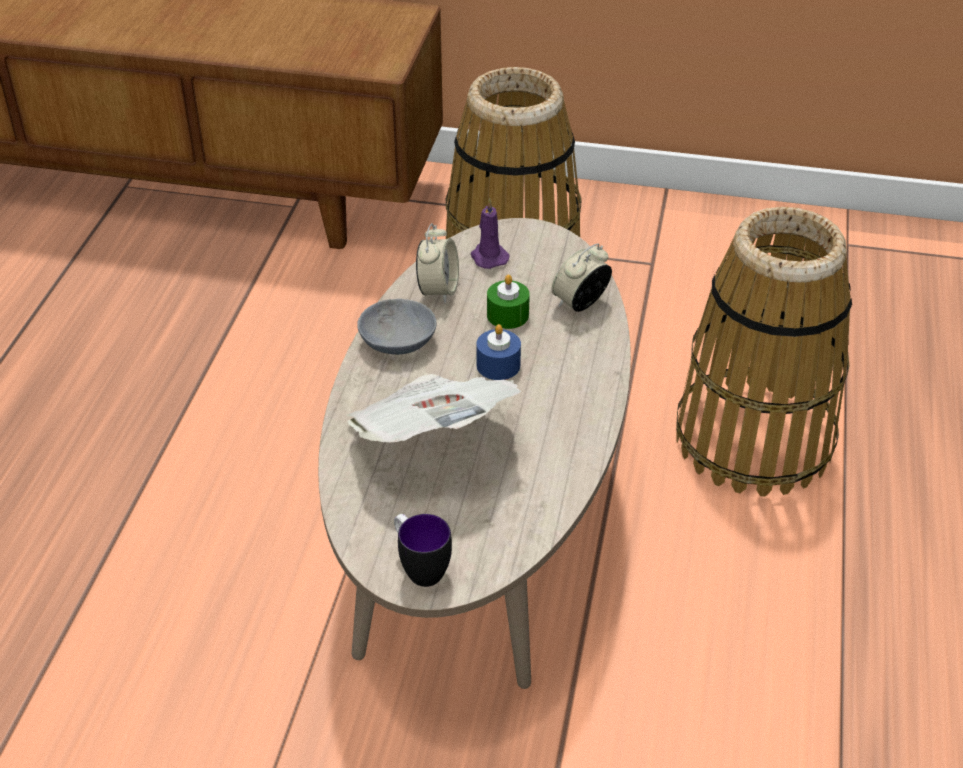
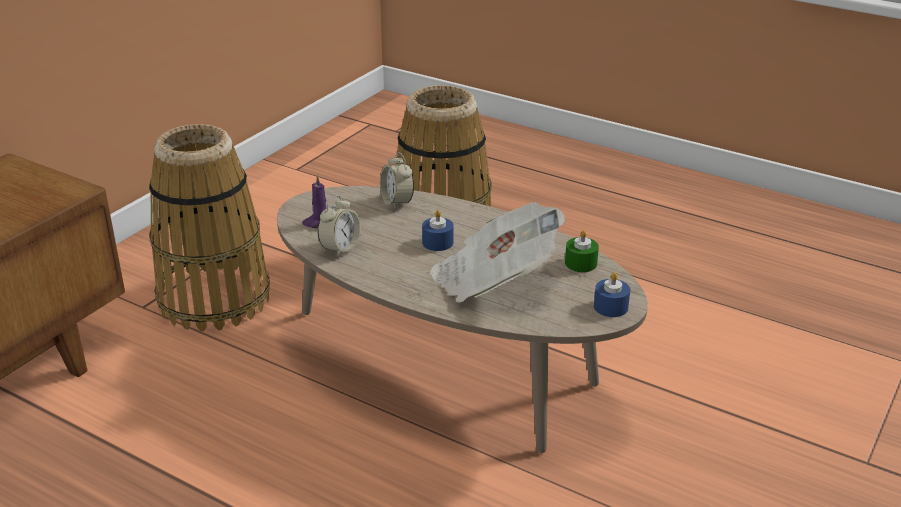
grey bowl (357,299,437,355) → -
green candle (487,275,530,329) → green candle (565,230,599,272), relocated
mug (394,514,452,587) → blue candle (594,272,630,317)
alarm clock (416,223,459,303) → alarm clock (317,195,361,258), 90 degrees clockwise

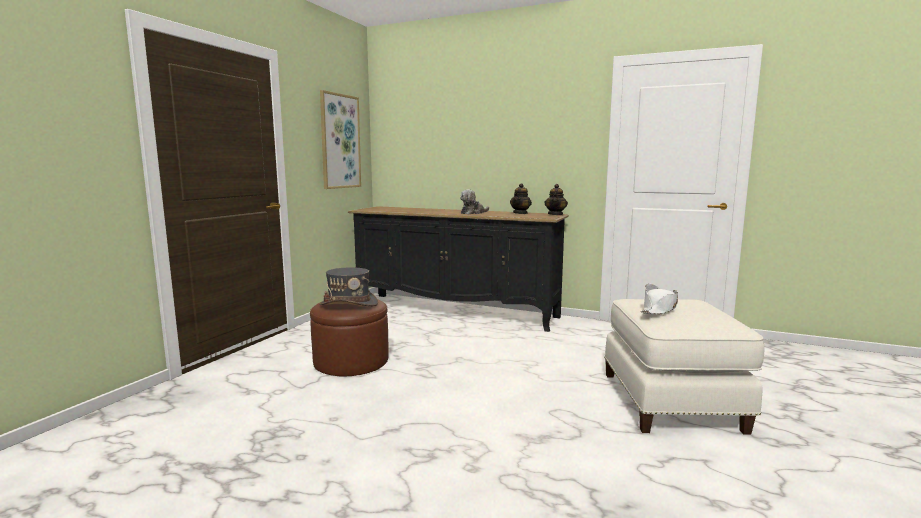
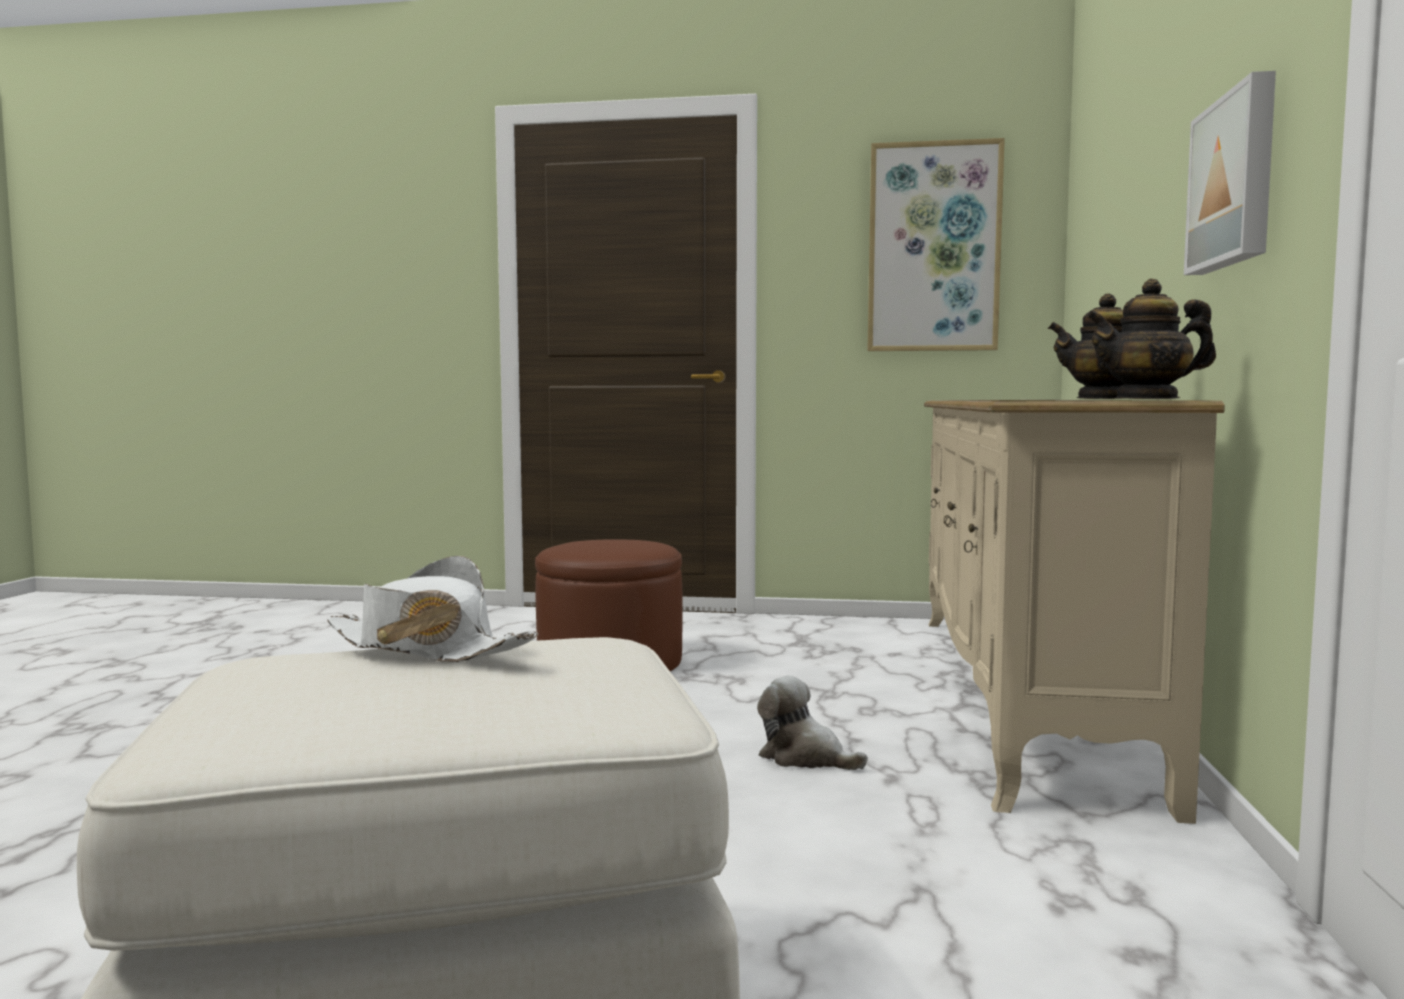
grey hat (319,267,378,306) → -
- → picture (1184,71,1276,275)
plush toy (460,189,489,214) → plush toy (757,676,868,770), relocated
black cabinet (348,206,569,332) → beige cabinet (924,400,1225,824)

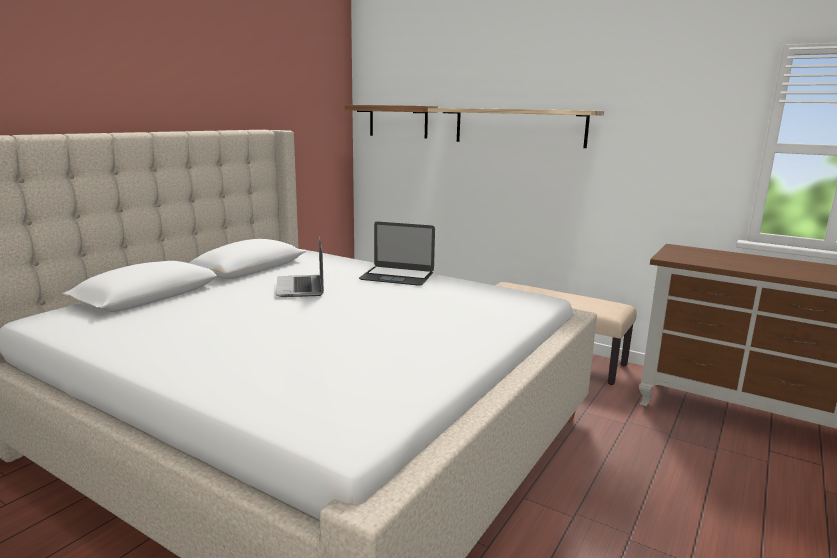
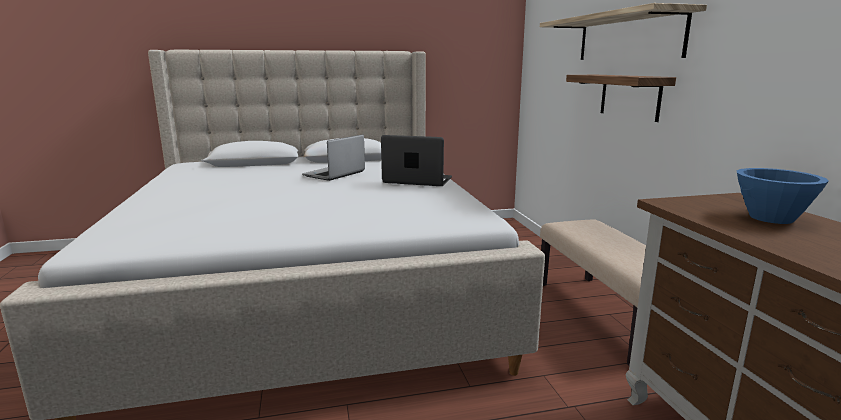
- → blue bowl (736,168,829,224)
shelf (345,105,438,139) → shelf (566,75,676,122), relocated
laptop (359,222,435,286) → laptop (381,135,452,186), 135 degrees clockwise

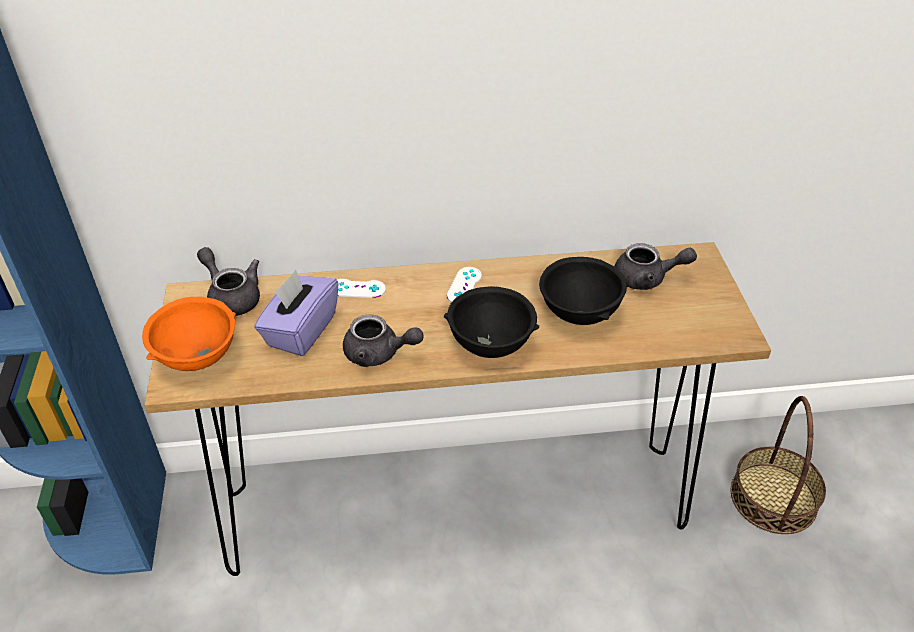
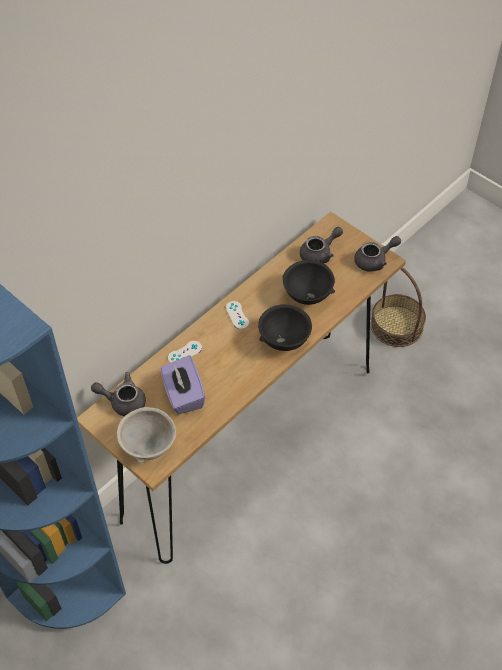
grey teapot (343,314,423,367) → grey teapot (354,236,401,272), relocated
orange bowl (142,297,236,371) → grey bowl (117,407,176,463)

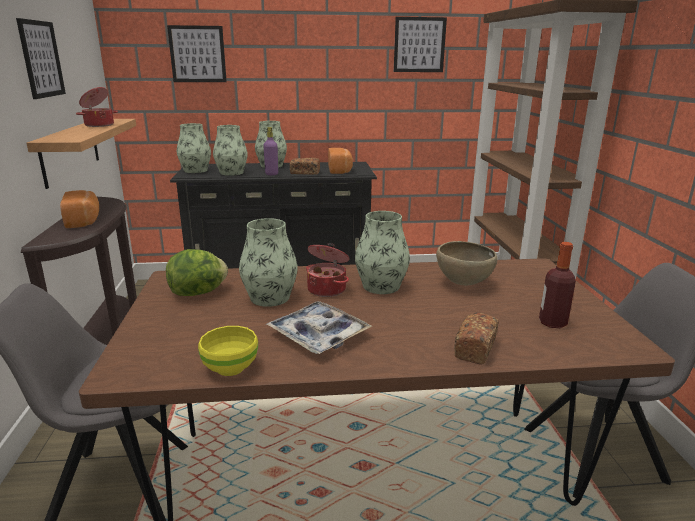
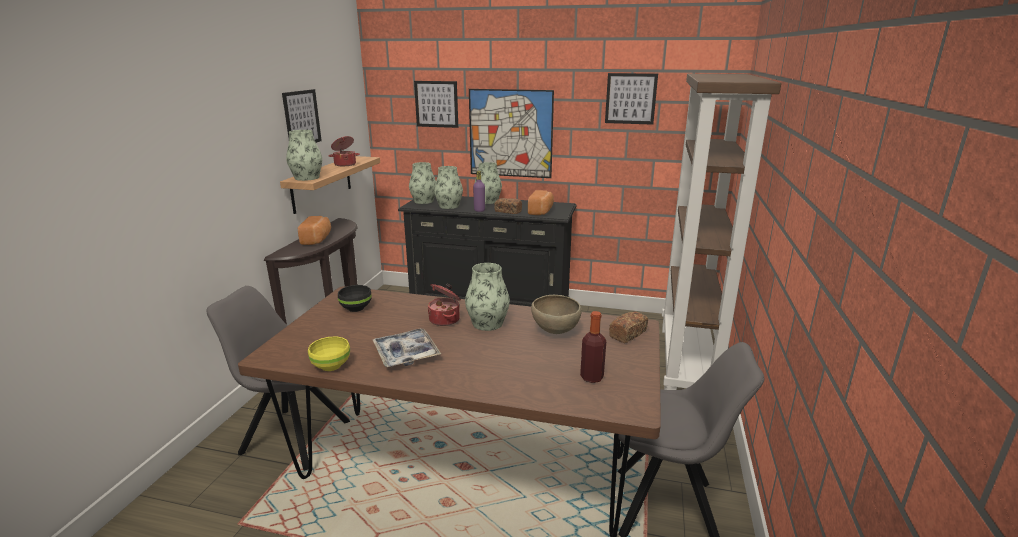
- → picture (469,89,554,178)
vase (239,218,298,307) → vase (286,130,322,181), relocated
bread (454,312,499,364) → bread (609,311,648,343), relocated
lettuce (166,249,228,296) → black bowl (338,285,372,312)

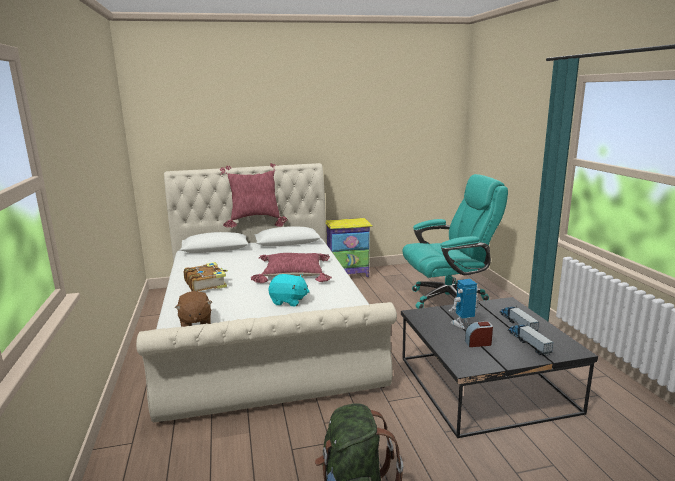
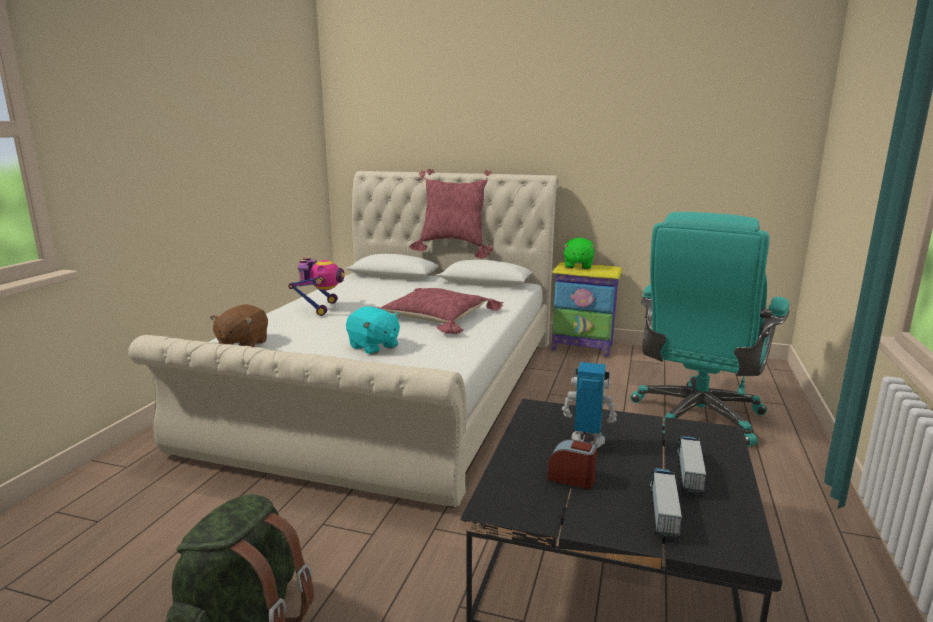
- → green plush toy (562,237,596,269)
book (184,262,228,291) → toy robot (288,257,345,316)
turquoise office chair (402,174,508,309) → turquoise office chair (630,212,789,447), 105 degrees clockwise

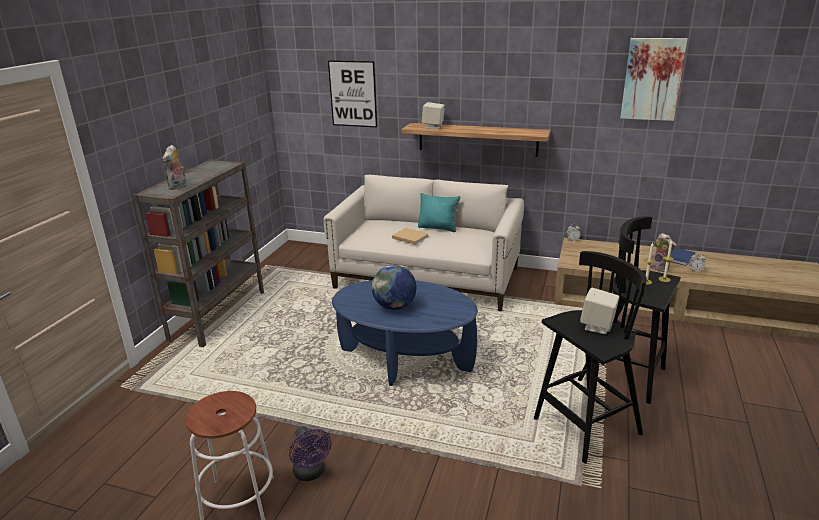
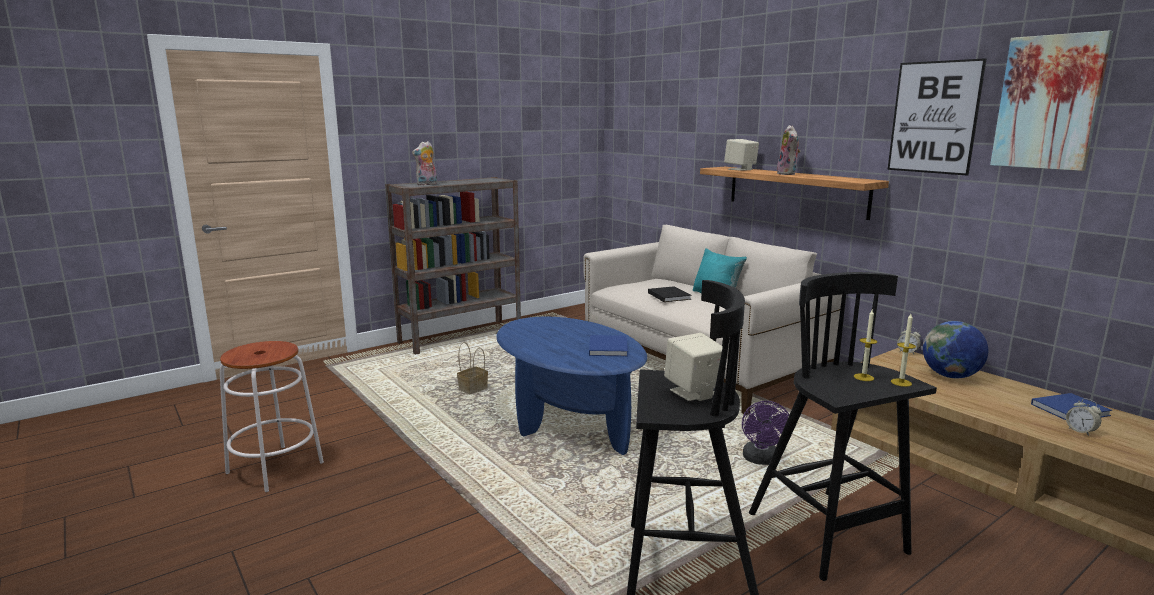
- → basket (457,342,488,394)
- → blue book (589,335,628,356)
purple fan (289,426,331,481) → purple fan (742,401,789,465), relocated
picture (328,60,377,127) → picture (887,58,986,176), relocated
globe (372,265,416,310) → globe (923,321,988,378), relocated
plush toy (650,233,677,272) → plush toy (777,125,800,175), relocated
beige book (392,228,429,245) → black book (648,286,692,302)

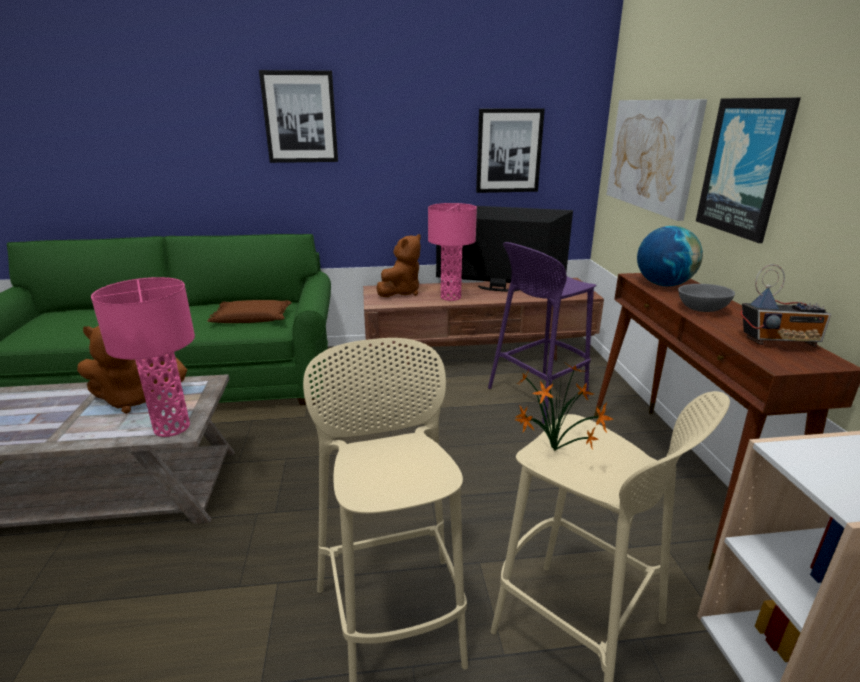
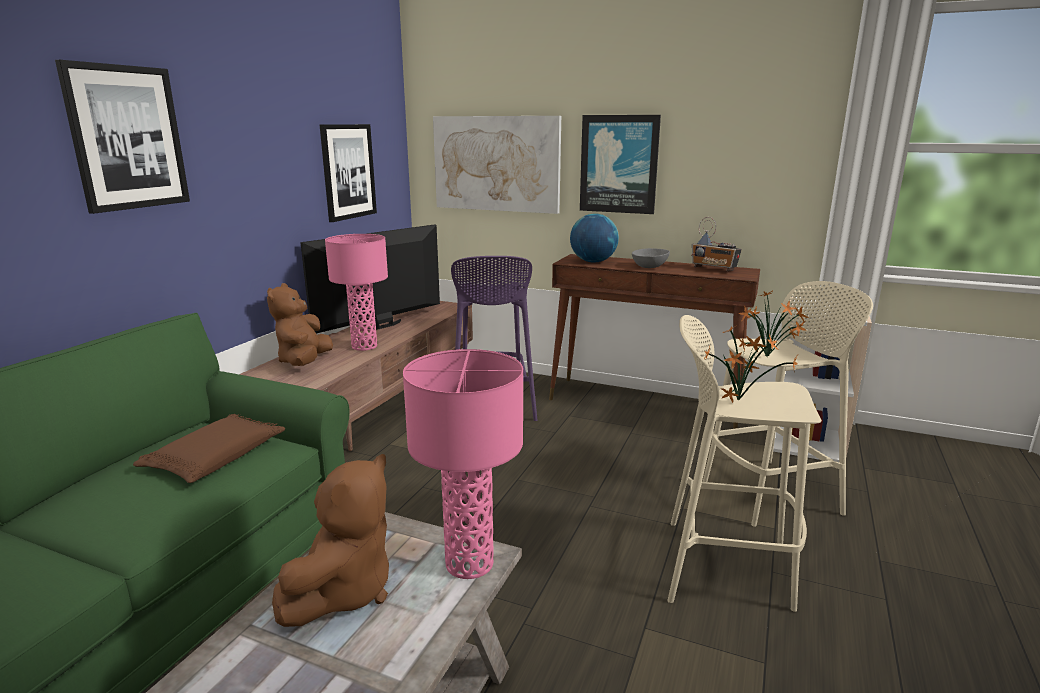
- → potted plant (704,326,798,403)
brown plush toy (376,234,421,297) → brown plush toy (267,283,333,366), 150 degrees counterclockwise
radio (741,264,831,347) → radio (691,217,742,271), 90 degrees clockwise

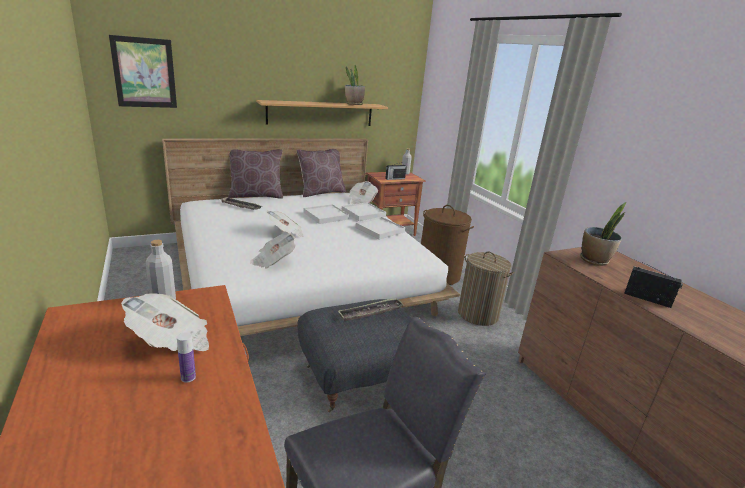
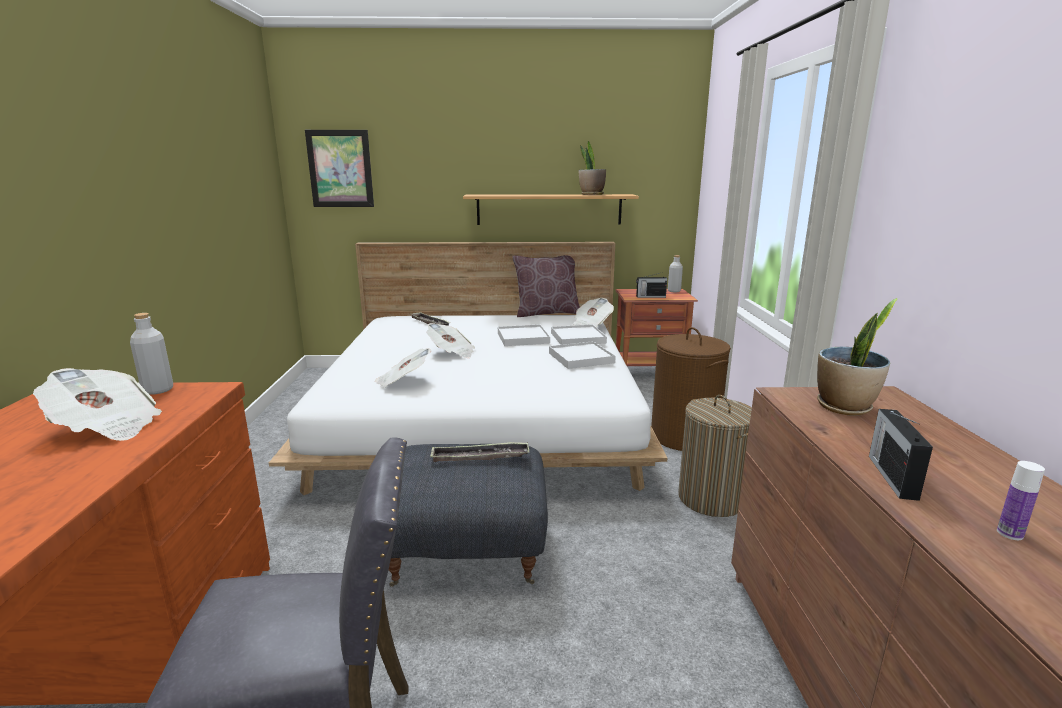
brown pillow (228,149,283,198) → -
bottle (177,332,196,383) → bottle (997,461,1045,540), relocated
radio (624,262,683,308) → radio (869,409,933,501), 135 degrees counterclockwise

